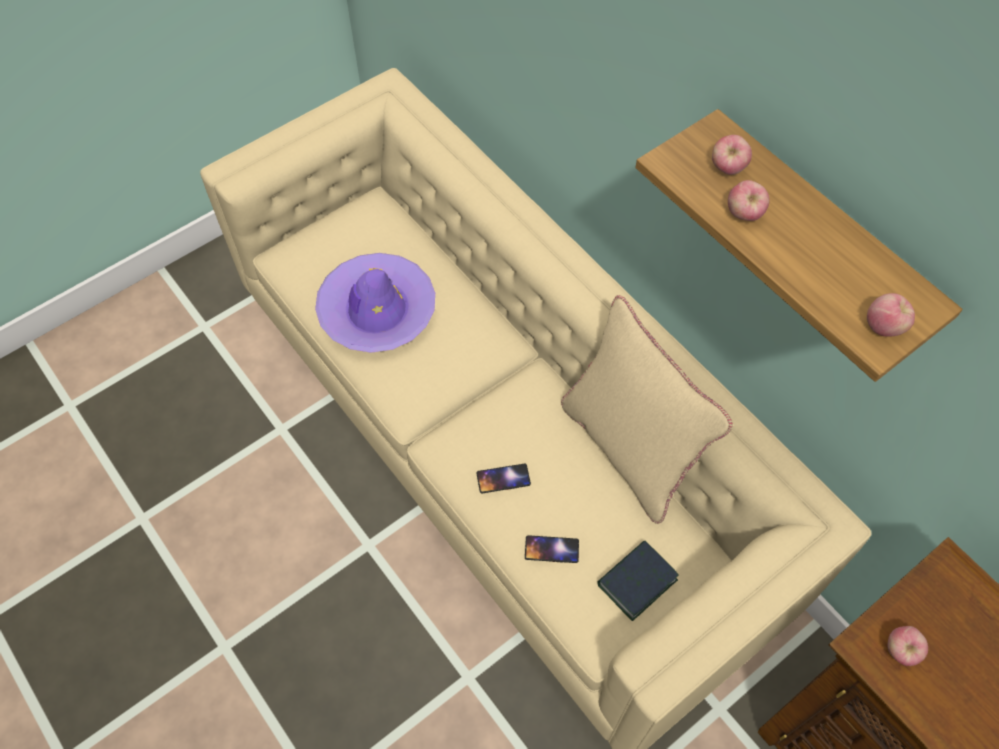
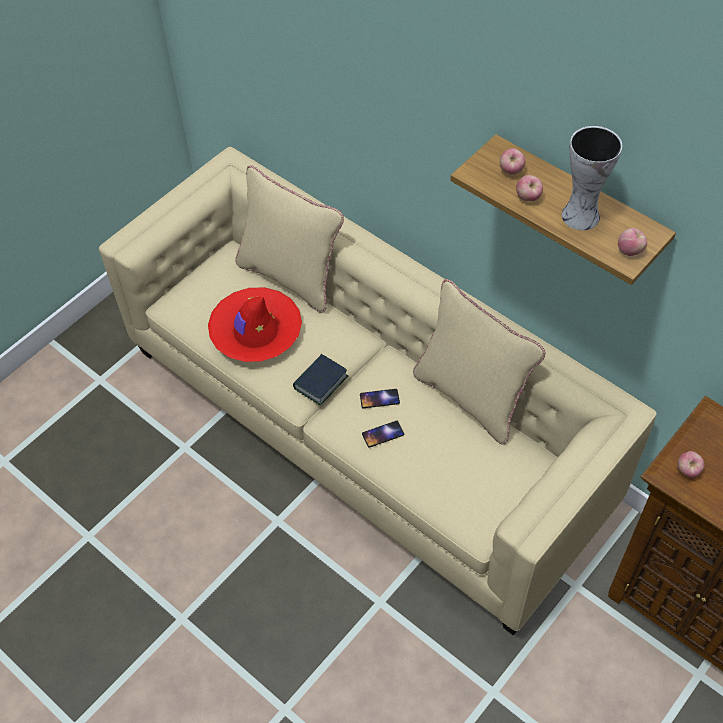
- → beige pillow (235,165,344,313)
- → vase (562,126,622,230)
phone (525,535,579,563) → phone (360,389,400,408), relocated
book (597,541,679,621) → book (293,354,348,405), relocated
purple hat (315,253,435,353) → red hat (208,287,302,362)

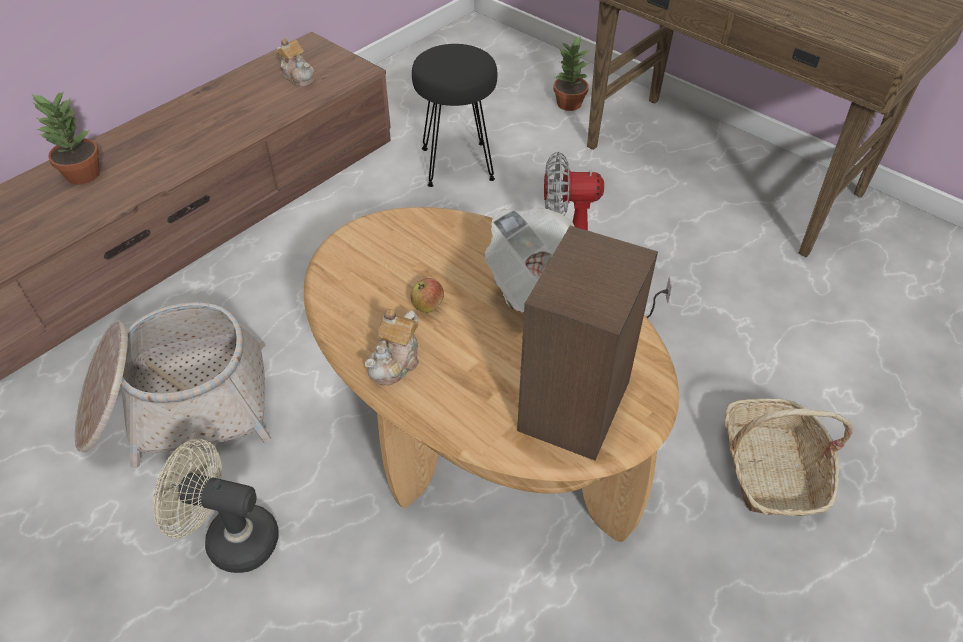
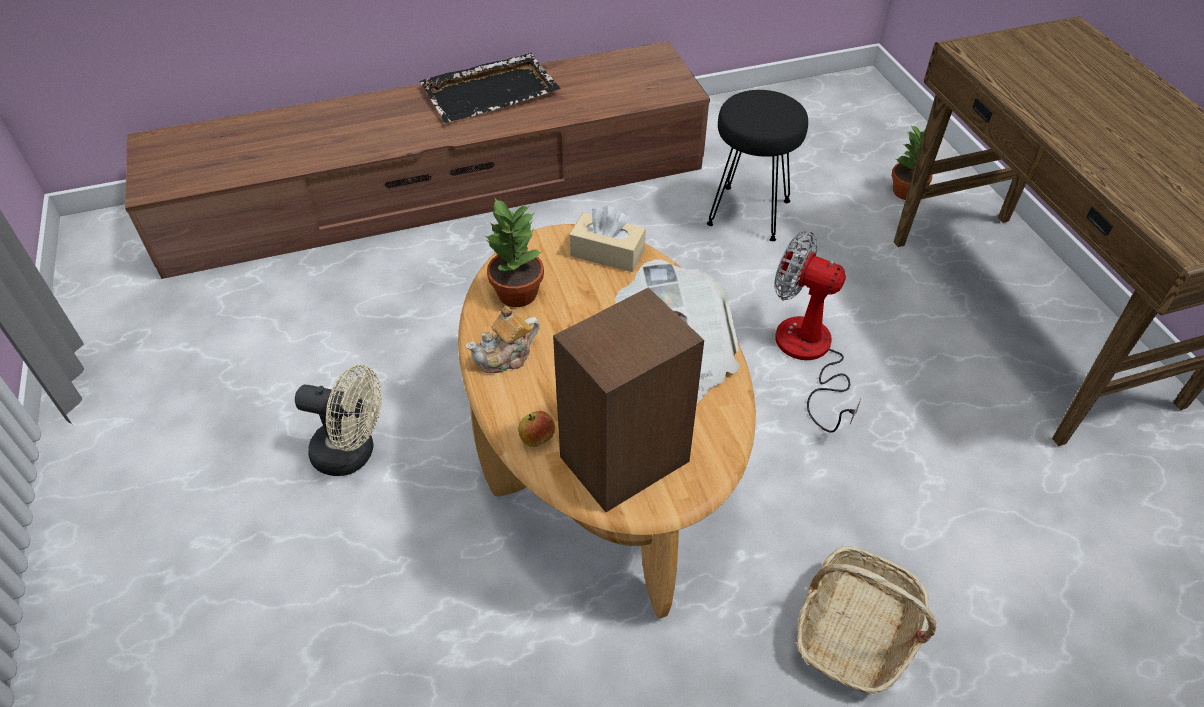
basket (75,302,271,468) → -
teapot (277,38,315,87) → -
- → black tray (420,53,561,123)
- → beige tissue box (569,206,646,272)
potted plant (32,91,100,185) → potted plant (485,197,544,307), relocated
apple (410,278,444,313) → apple (518,411,555,447), relocated
beige fan (153,439,279,573) → beige fan (295,365,382,476), 150 degrees clockwise

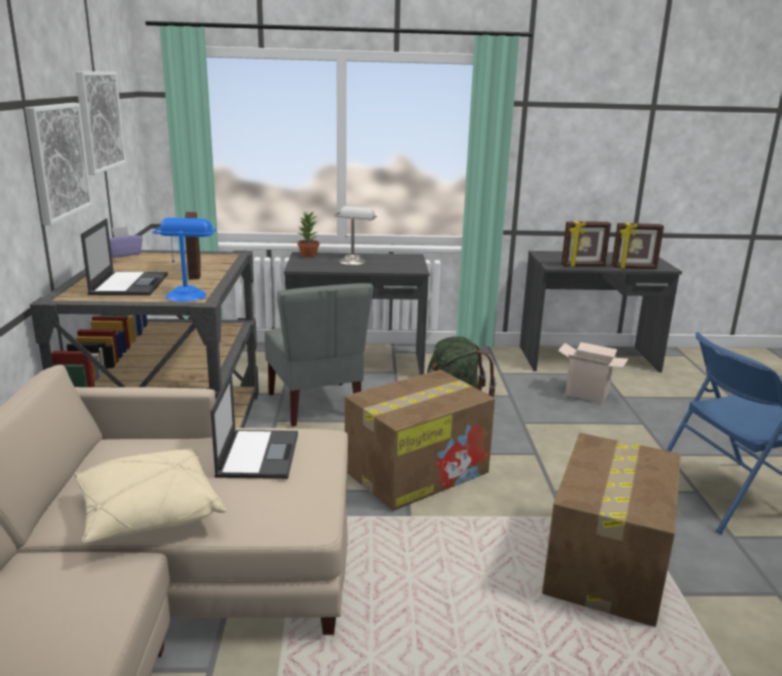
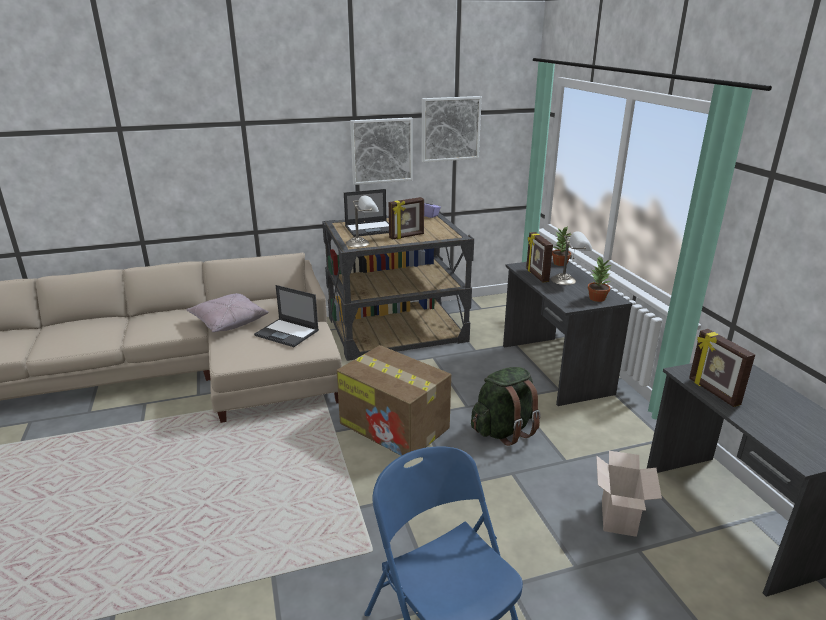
grey chair (265,283,373,427) → -
cardboard box (542,433,681,627) → -
- → potted plant (588,256,612,302)
picture frame (612,223,664,269) → picture frame (526,232,553,283), relocated
beige pillow (74,448,226,544) → purple pillow (187,293,269,332)
blue table lamp (152,218,216,302) → white table lamp (346,196,379,247)
laptop (210,372,298,479) → laptop (254,285,319,347), 45 degrees clockwise

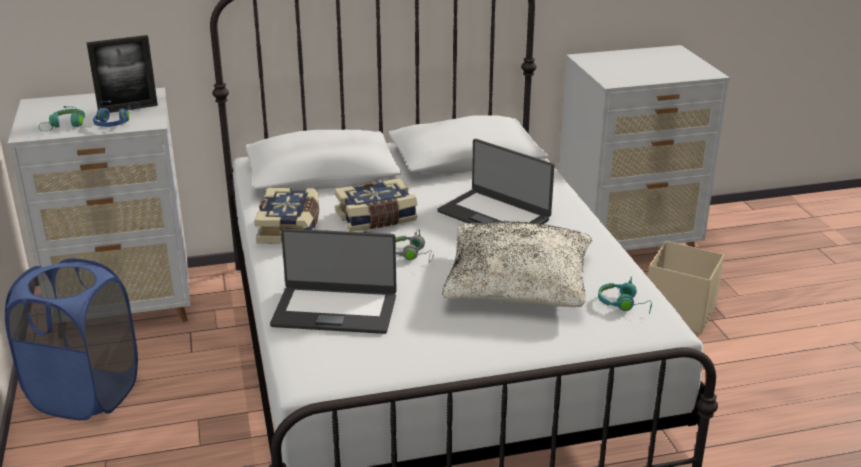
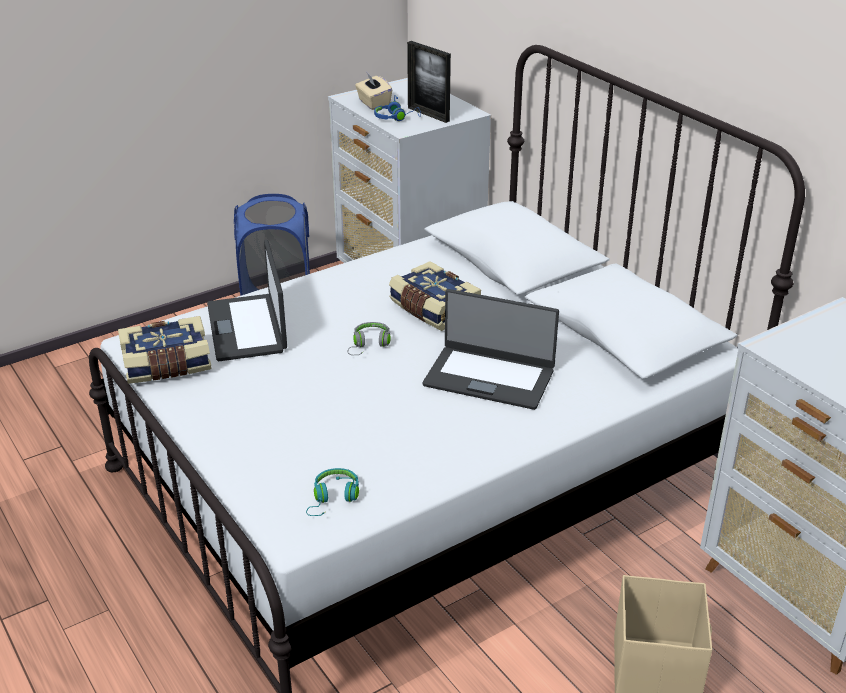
beige pillow (443,221,592,307) → -
book (254,188,319,244) → book (118,316,211,384), relocated
turquoise headphones (39,106,85,131) → beige tissue box (355,73,392,110)
laptop (437,139,554,224) → laptop (423,289,559,410), 90 degrees counterclockwise

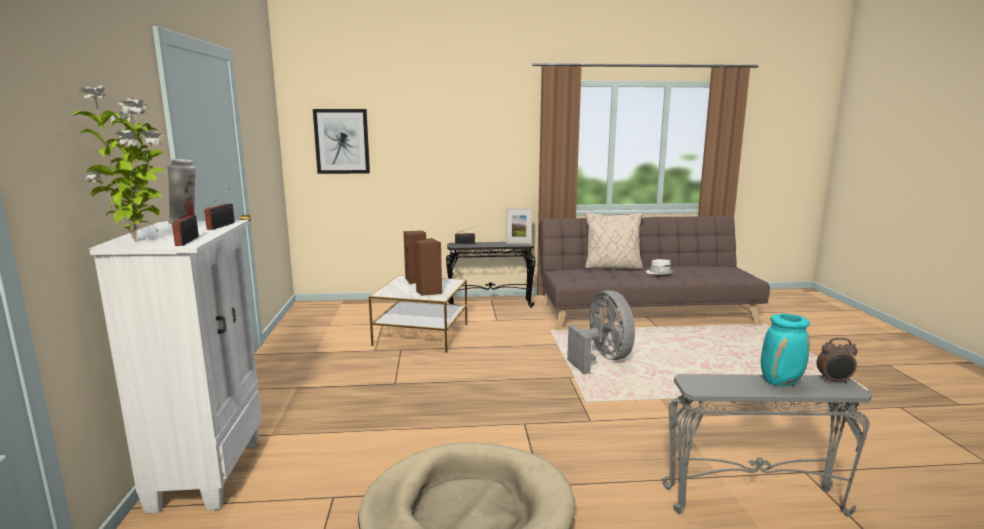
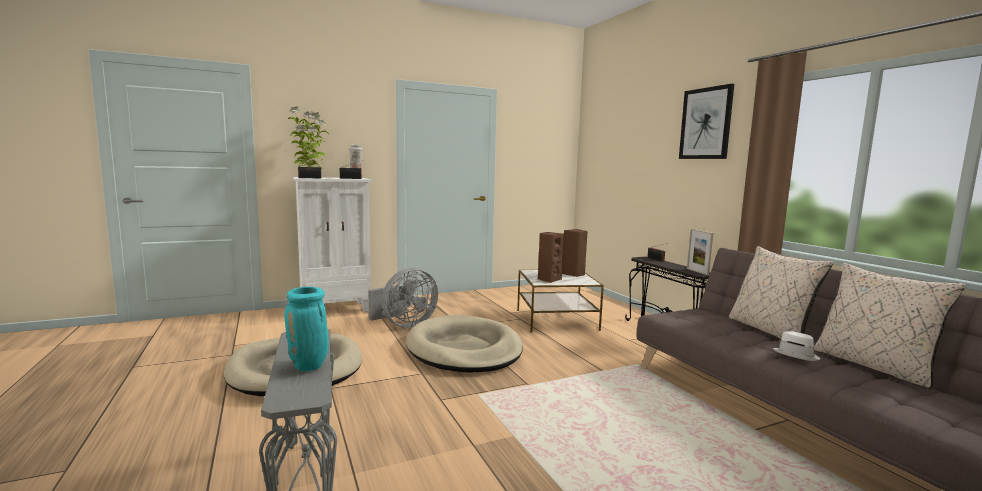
alarm clock (817,338,858,383) → -
- → beige dog bed (406,315,523,373)
- → beige pillow (814,263,966,389)
picture (313,109,370,174) → picture (679,84,734,159), relocated
grey fan (567,290,635,374) → grey fan (368,268,438,328), relocated

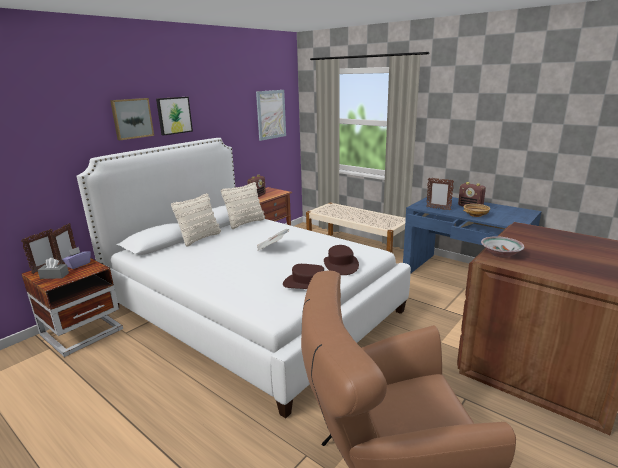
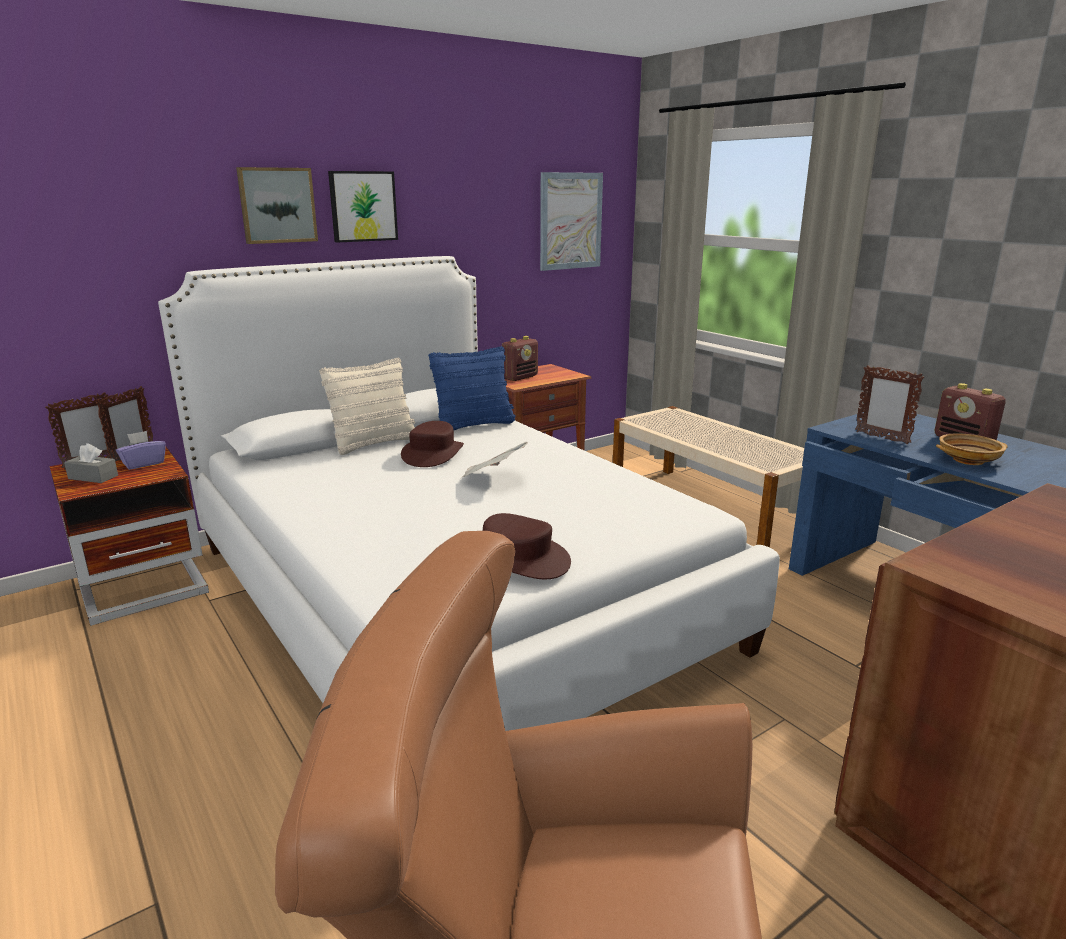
bowl (481,236,524,258) → -
brown hat (324,245,359,275) → brown hat (401,421,464,467), relocated
beige pillow (220,182,265,229) → blue pillow (428,346,516,430)

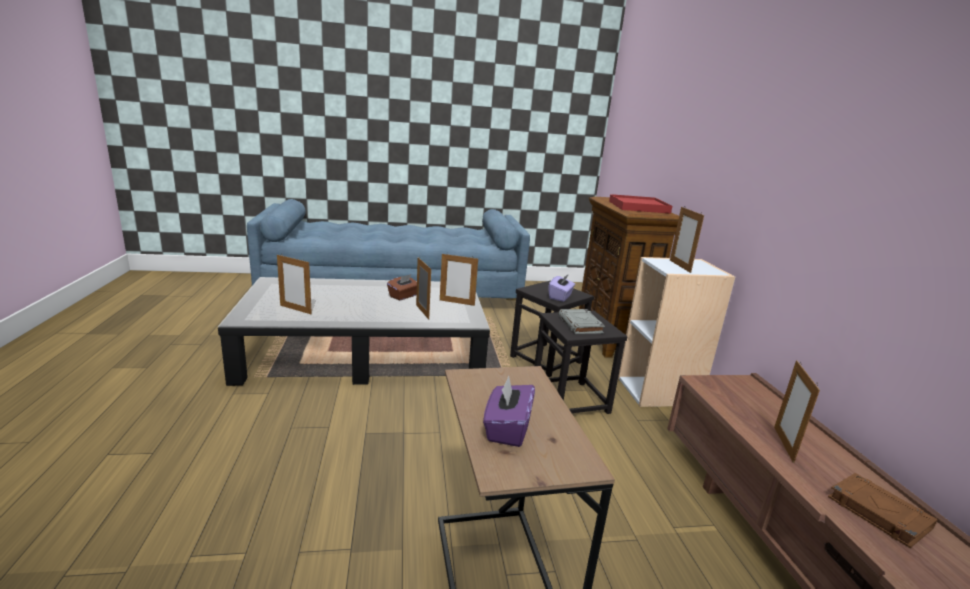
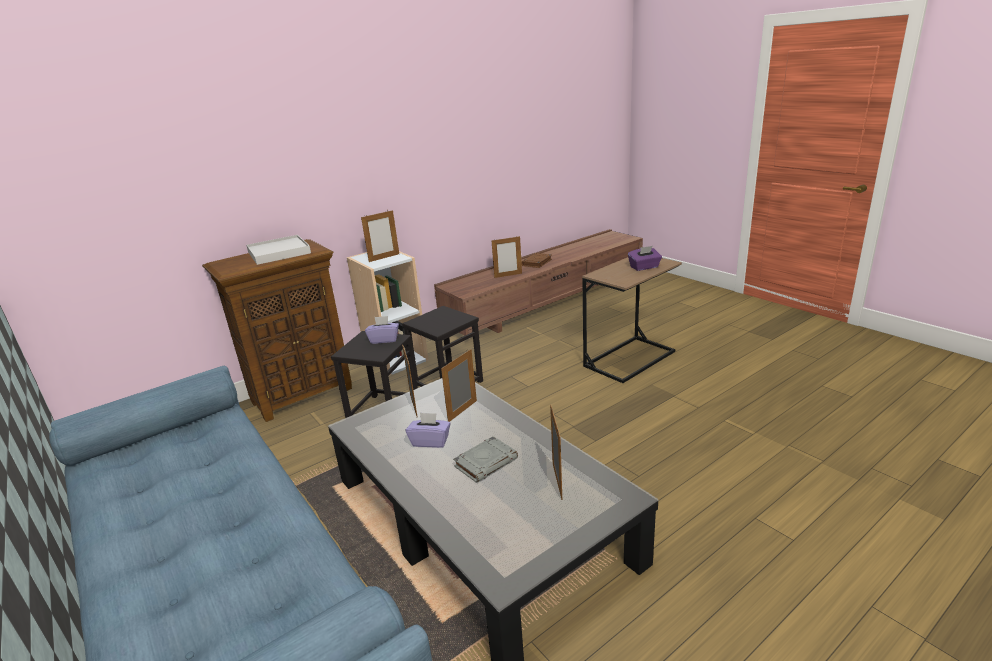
grey book (558,309,605,334) → grey book (453,436,518,483), relocated
brown tissue box (387,274,417,300) → purple tissue box (406,412,451,448)
red tray (609,194,672,214) → white tray (246,235,311,265)

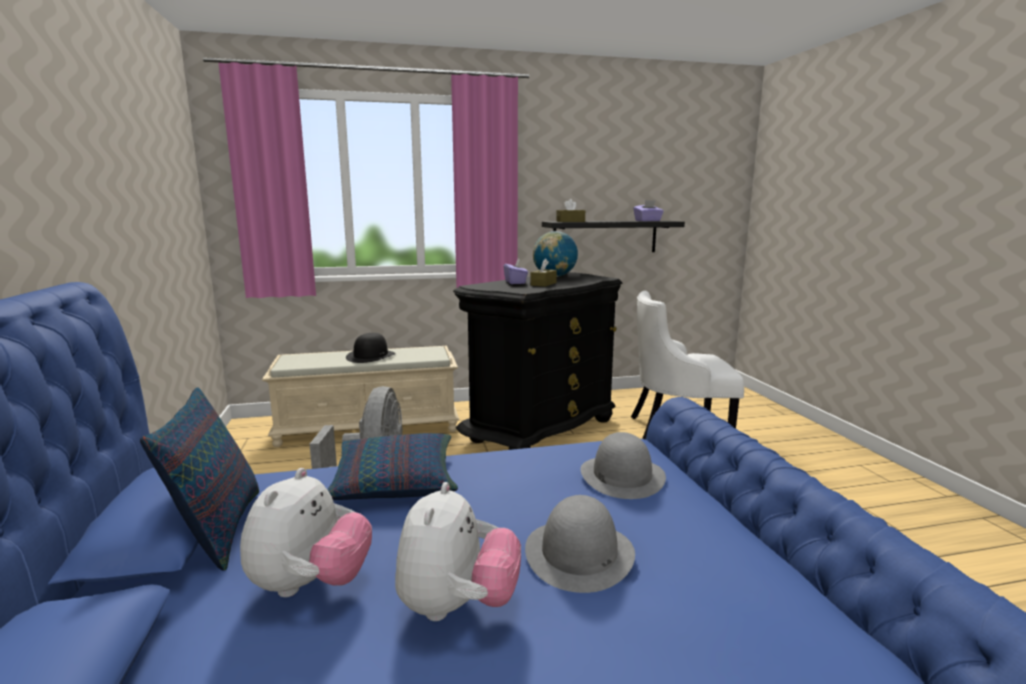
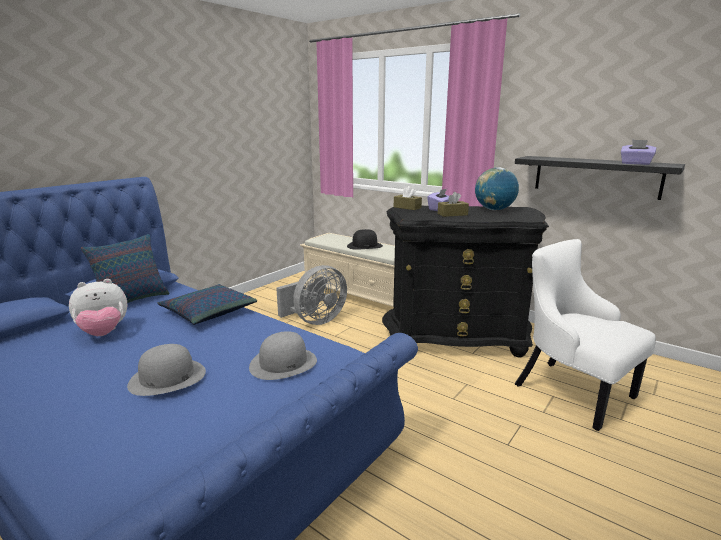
plush toy (395,482,521,621) → -
brown tissue box (556,199,585,222) → brown tissue box (394,186,422,210), relocated

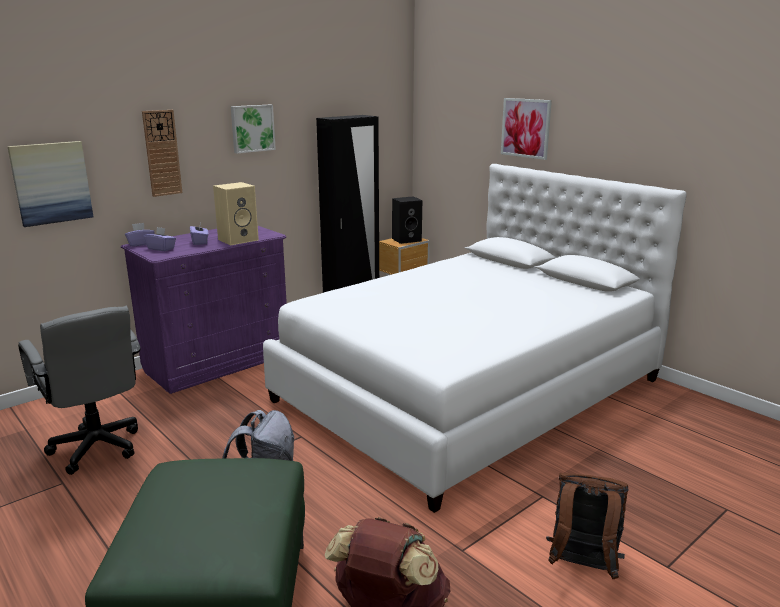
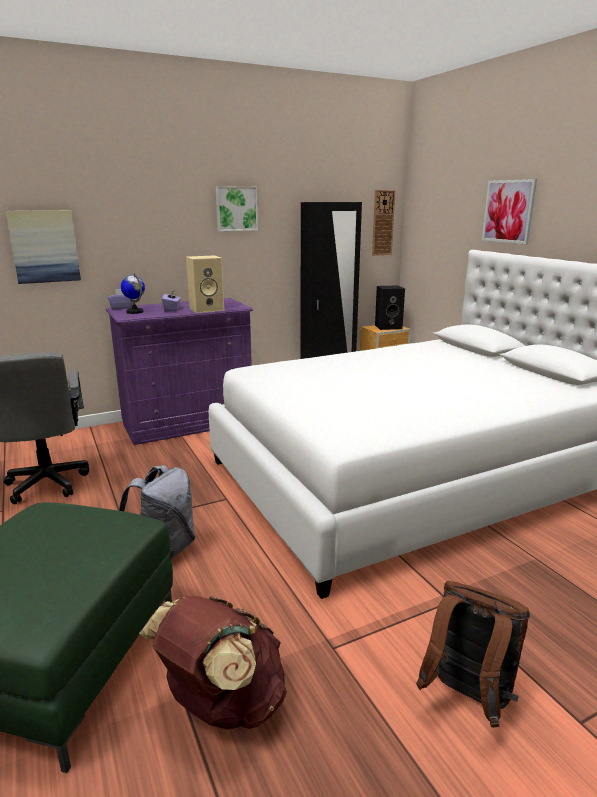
wall clock (142,110,182,197) → wall clock (372,190,396,256), relocated
purple tissue box (144,227,176,251) → globe (121,273,145,314)

